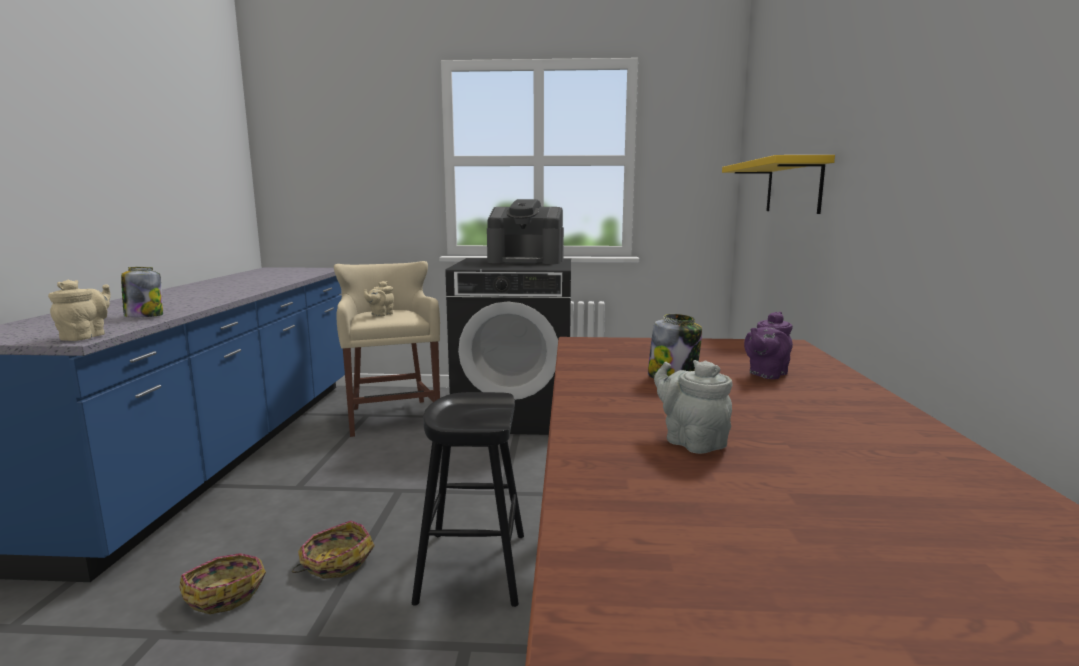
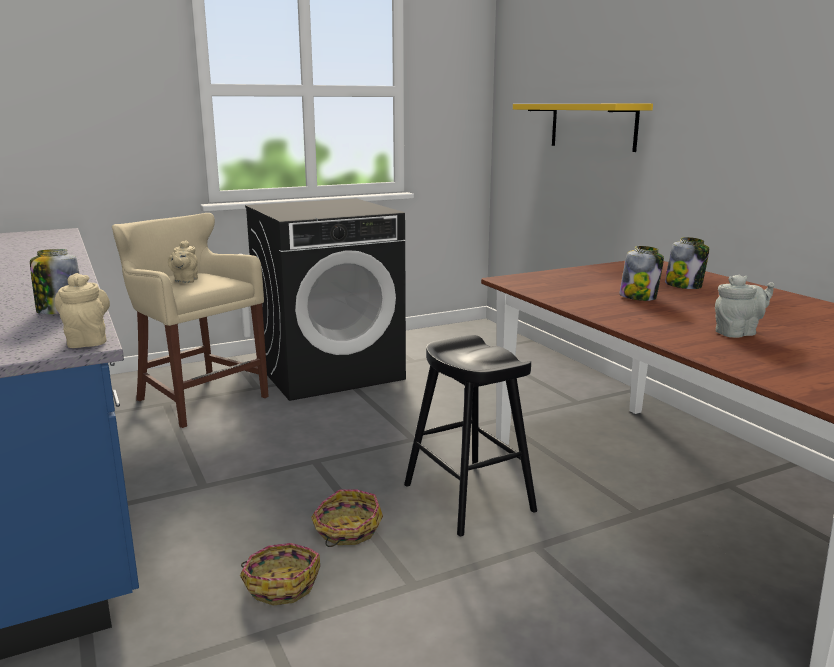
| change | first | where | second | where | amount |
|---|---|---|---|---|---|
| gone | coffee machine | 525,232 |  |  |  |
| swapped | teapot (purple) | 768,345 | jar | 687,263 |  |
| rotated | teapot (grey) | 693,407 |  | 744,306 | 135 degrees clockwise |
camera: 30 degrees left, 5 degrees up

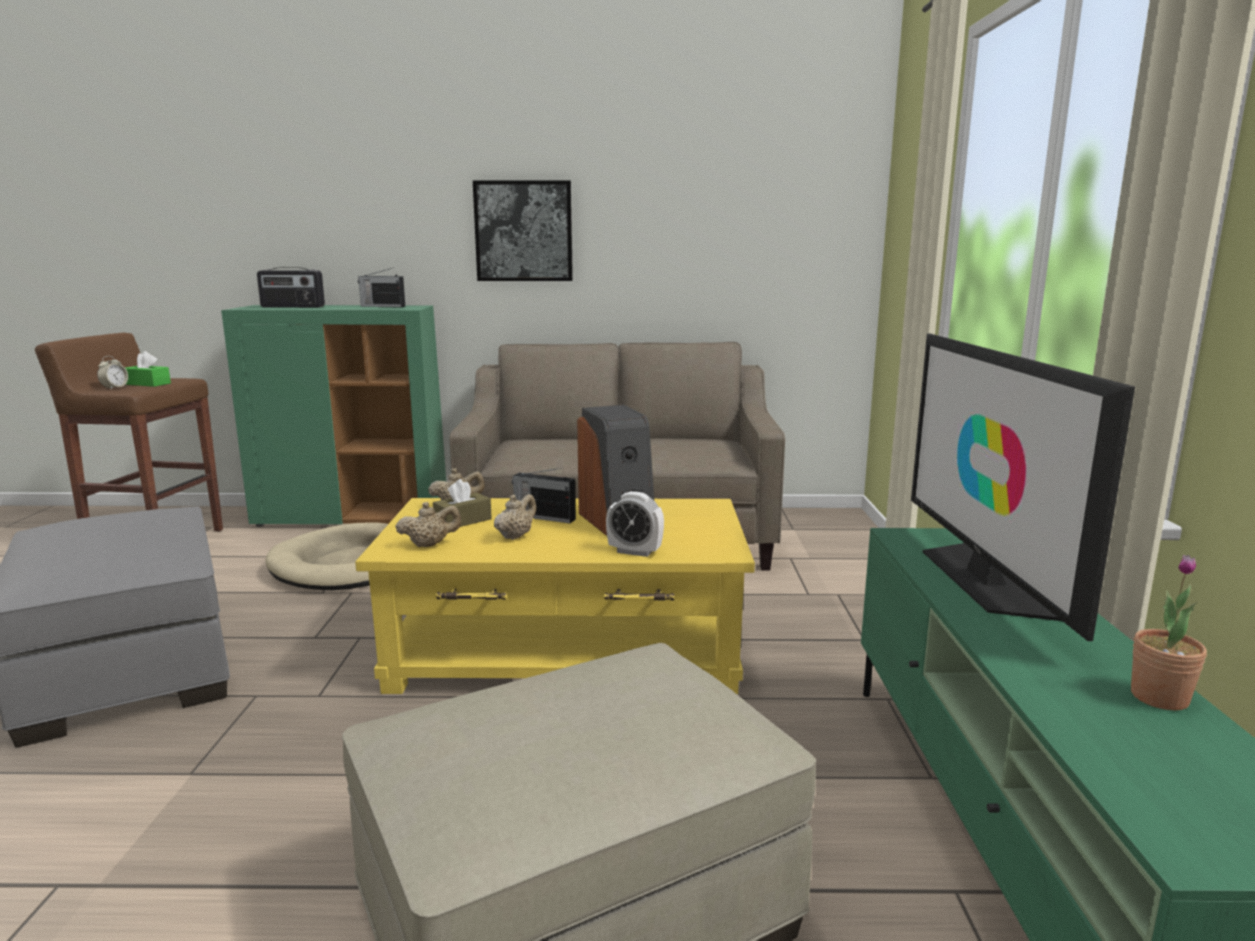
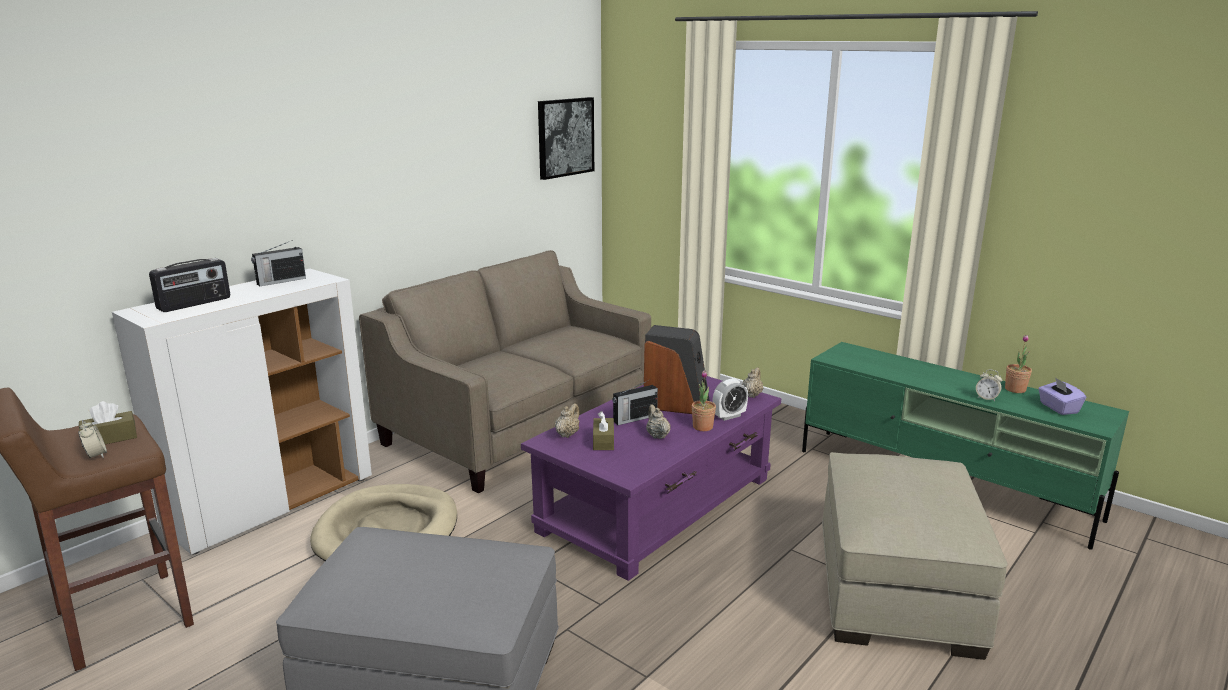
| change | first | where | second | where | amount |
|---|---|---|---|---|---|
| gone | television | 1023,487 |  |  |  |
| new |  |  | potted plant | 704,400 |  |
| new |  |  | alarm clock | 989,385 |  |
| new |  |  | tissue box (purple) | 1062,396 |  |
| shifted | teapot (beige) | 428,524 |  | 752,382 |  |
| shifted | picture | 523,231 |  | 566,138 |  |
| repainted | tissue box (green) | 148,369 | tissue box (brown) | 108,425 |  |
| repainted | cabinet (green) | 333,416 | cabinet (white) | 242,412 |  |
| repainted | coffee table (yellow) | 555,596 | coffee table (purple) | 651,478 |  |
camera: 50 degrees left, 5 degrees up

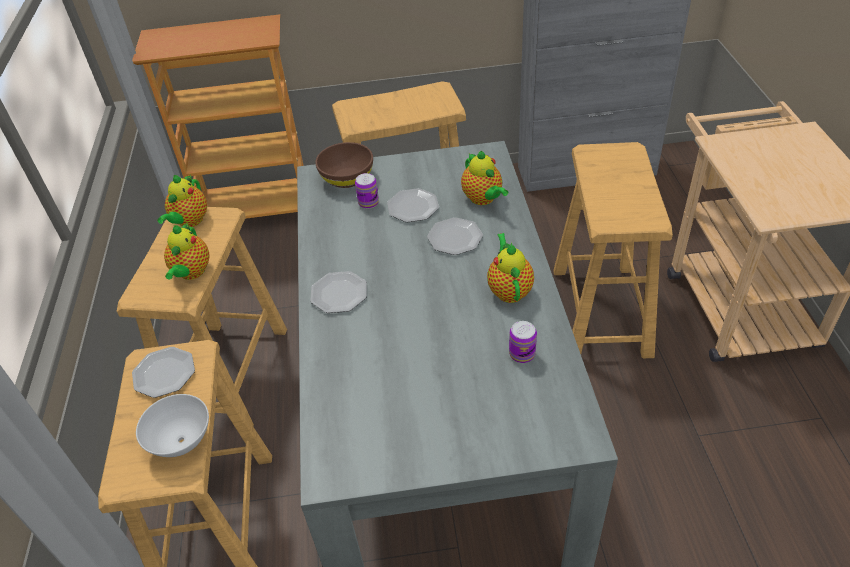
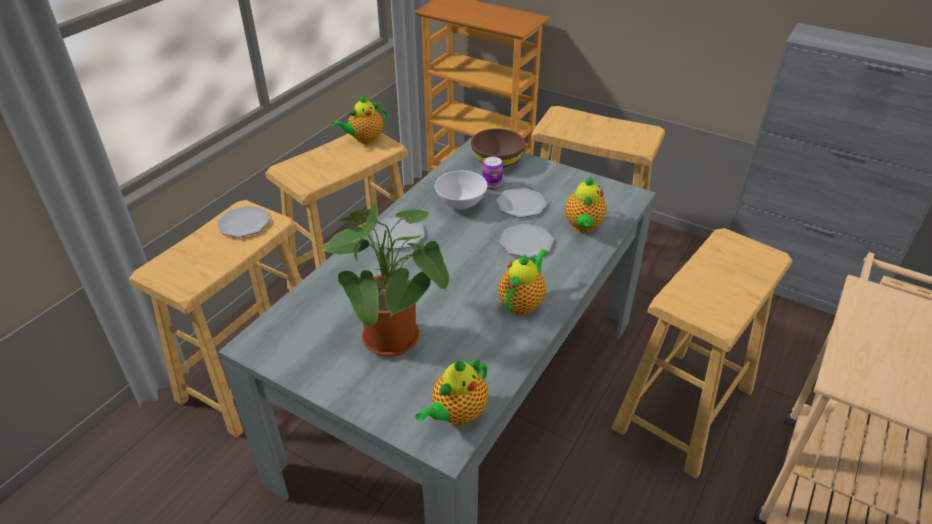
| change | first | where | second | where | amount |
|---|---|---|---|---|---|
| gone | can | 523,342 |  |  |  |
| new |  |  | potted plant | 385,280 |  |
| shifted | bowl (white) | 172,425 |  | 461,190 |  |
| shifted | teapot | 187,251 |  | 452,391 |  |
camera: 35 degrees right, 5 degrees down

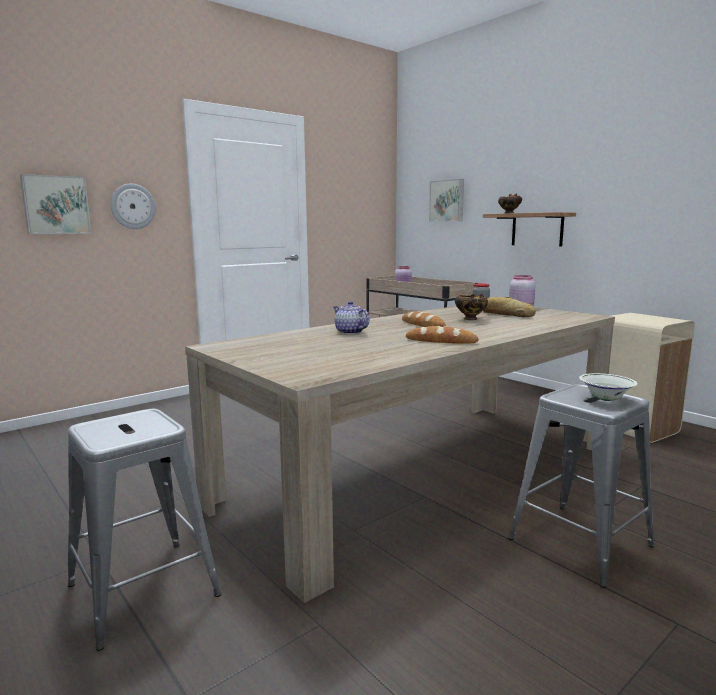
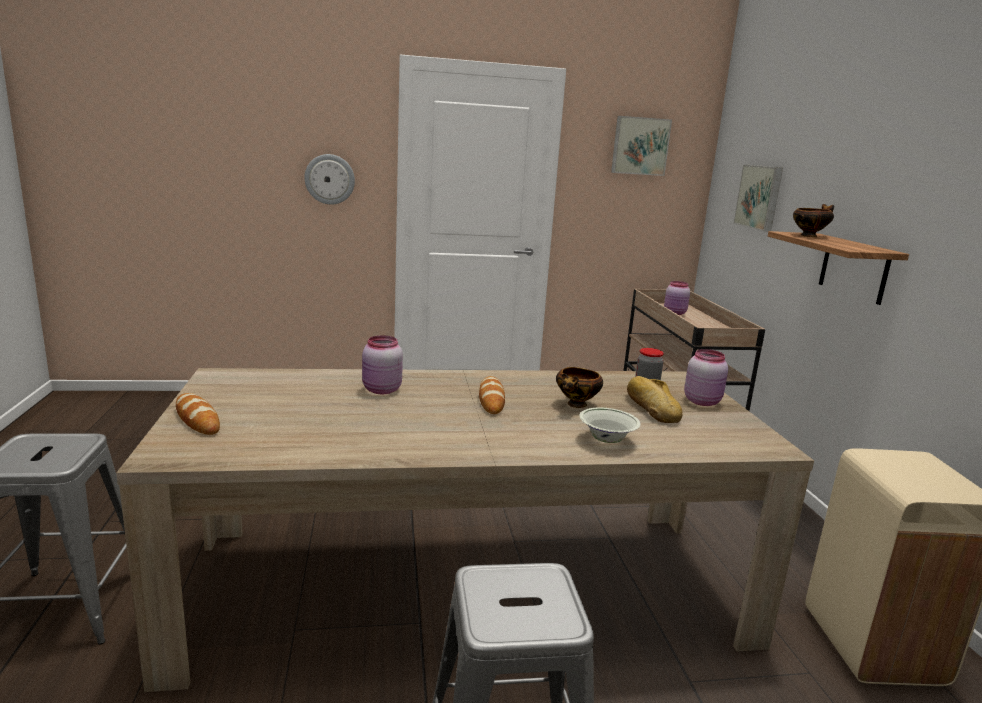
| change | first | where | second | where | amount |
|---|---|---|---|---|---|
| shifted | picture | 55,204 |  | 641,146 |  |
| shifted | bread | 442,335 |  | 198,414 |  |
| shifted | bowl (white) | 608,387 |  | 610,425 |  |
| swapped | teapot | 351,317 | jar (pink) | 382,365 |  |
camera: 30 degrees right, 5 degrees up

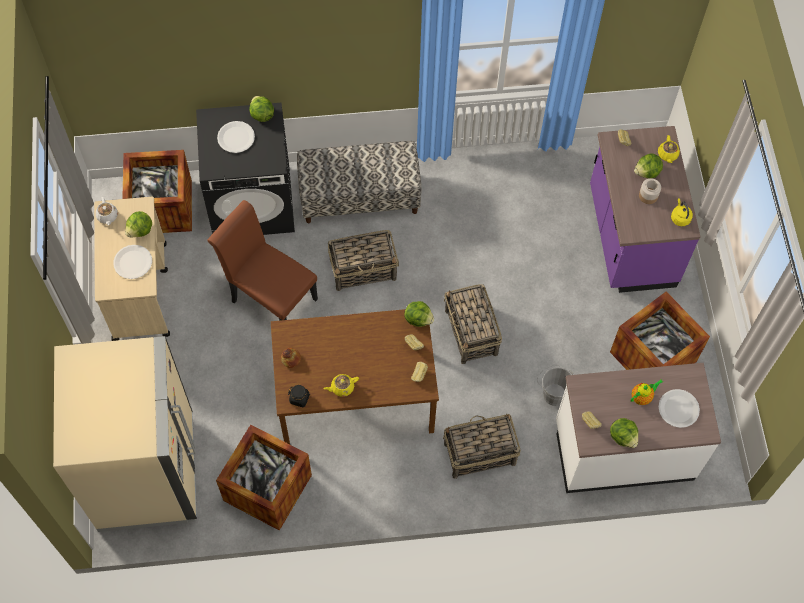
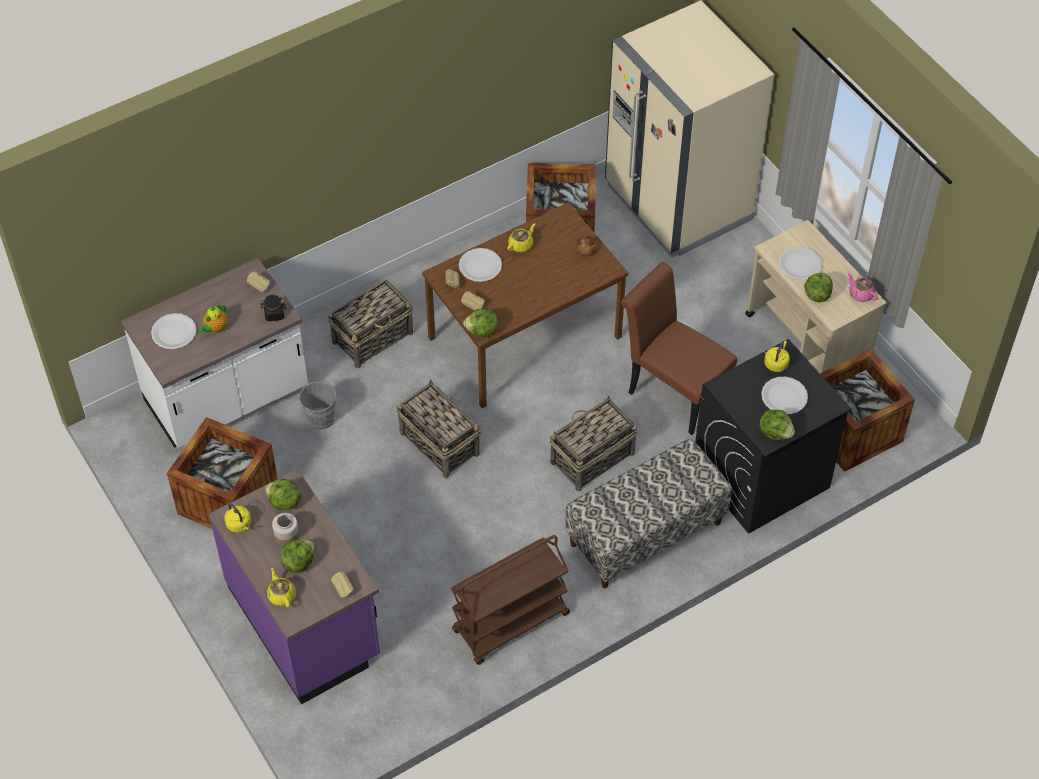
| change | first | where | second | where | amount |
|---|---|---|---|---|---|
| new |  |  | cart (brown) | 510,600 |  |
| new |  |  | plate (white) | 480,265 |  |
| new |  |  | kettle (yellow) | 777,356 |  |
| shifted | jar (black) | 299,396 |  | 273,308 |  |
| shifted | lettuce | 624,433 |  | 283,494 |  |
| repainted | teapot (white) | 107,211 | teapot (pink) | 862,287 |  |
| rotated | chair (brown) | 262,260 |  | 679,348 | 150 degrees counterclockwise |
camera: 155 degrees right, 10 degrees down

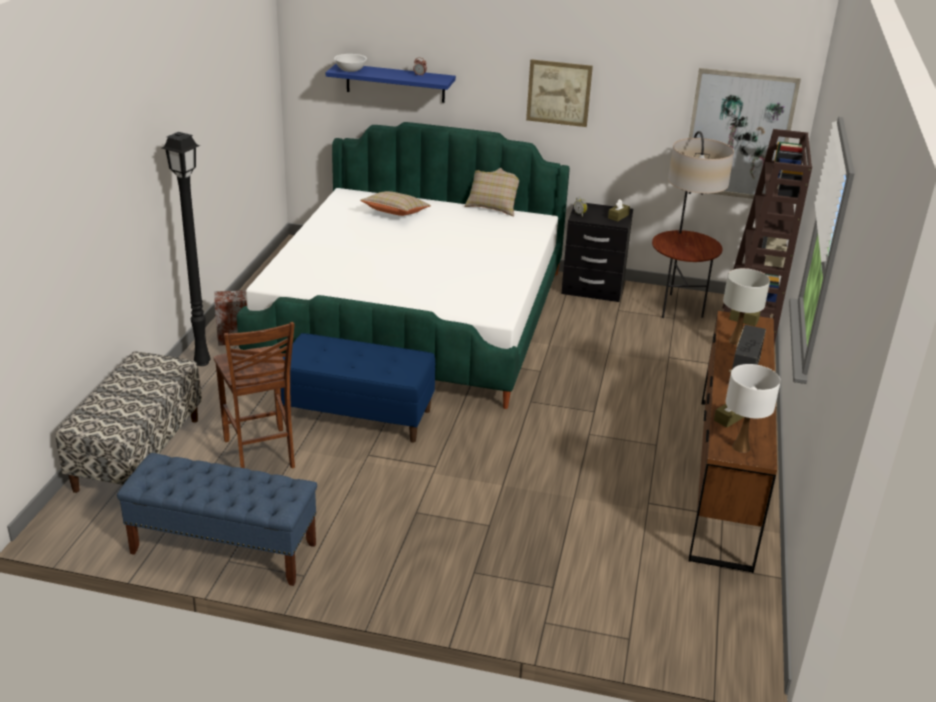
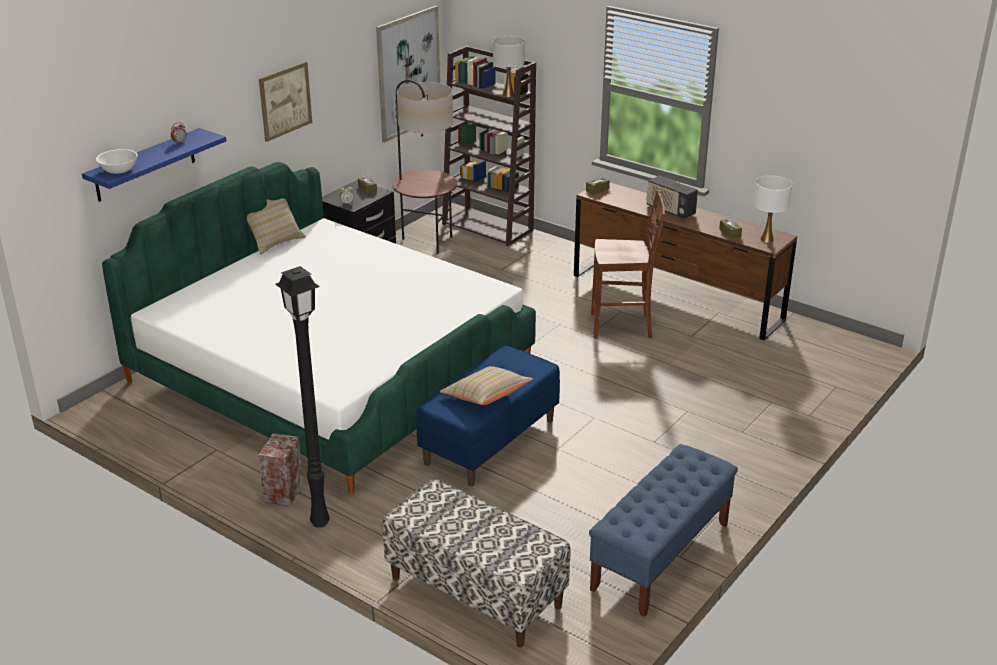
| change | first | where | second | where | amount |
|---|---|---|---|---|---|
| shifted | chair (brown) | 254,395 |  | 628,264 |  |
| shifted | pillow (beige) | 395,203 |  | 486,385 |  |
| shifted | table lamp (white) | 746,306 |  | 509,66 |  |
camera: 65 degrees left, 0 degrees up

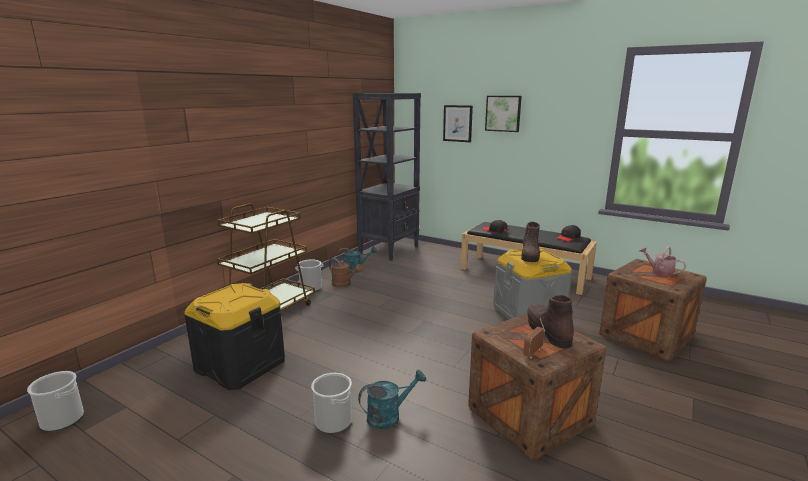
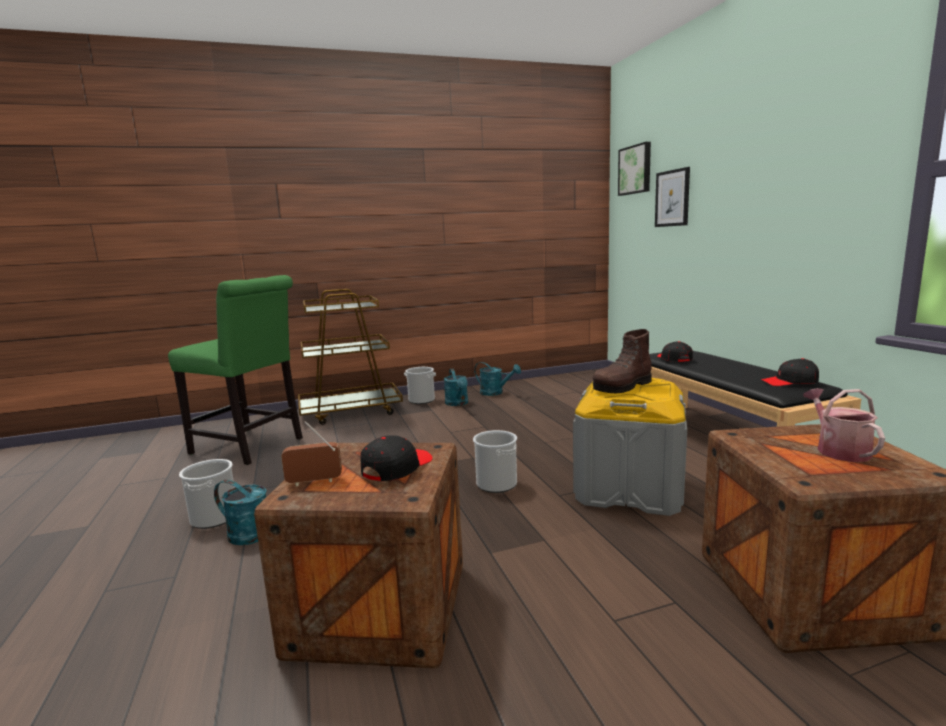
| change | first | where | second | where | amount |
|---|---|---|---|---|---|
| gone | bookcase (black) | 387,177 |  |  |  |
| shifted | bucket | 55,401 |  | 495,461 |  |
| shifted | picture | 503,114 |  | 634,169 |  |
| swapped | storage box (black) | 234,336 | chair (green) | 235,370 |  |
| swapped | boot (brown) | 550,321 | cap (black) | 396,458 |  |
| repainted | watering can (brown) | 346,272 | watering can (turquoise) | 456,387 |  |
camera: 40 degrees right, 5 degrees down

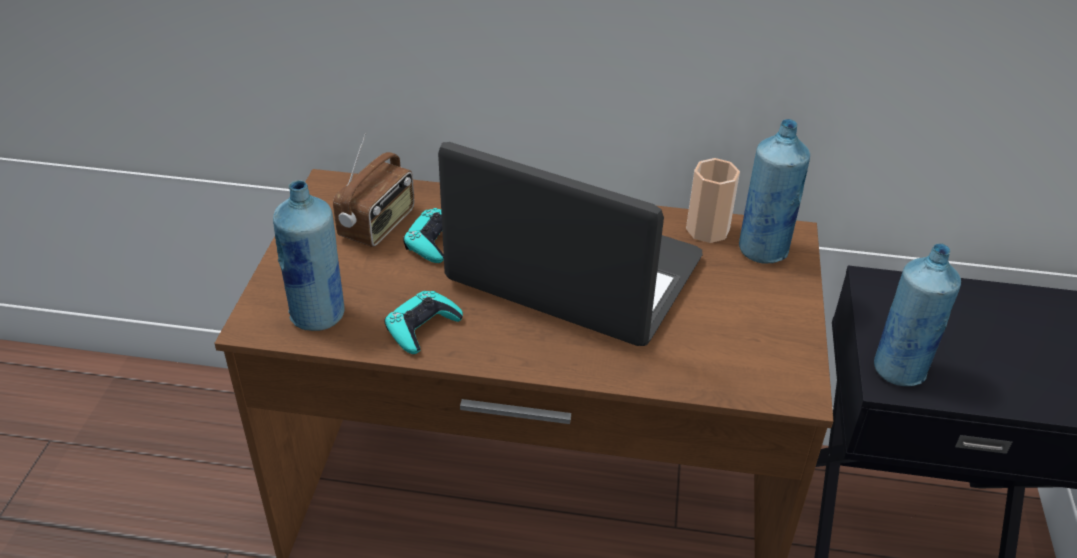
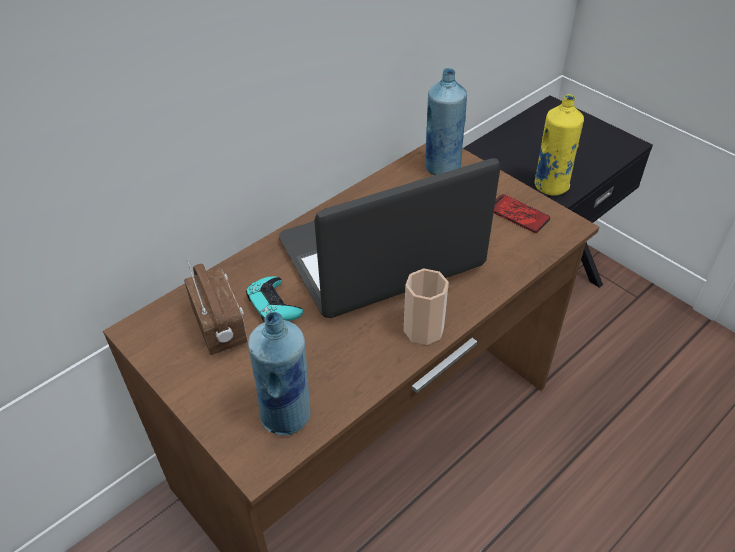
| change | first | where | second | where | amount |
|---|---|---|---|---|---|
| gone | game controller (turquoise) | 423,322 |  |  |  |
| new |  |  | phone | 522,213 |  |
| shifted | cup | 713,200 |  | 426,307 |  |
| repainted | bottle (blue) | 917,314 | bottle (yellow) | 559,145 |  |
camera: 50 degrees left, 5 degrees up

